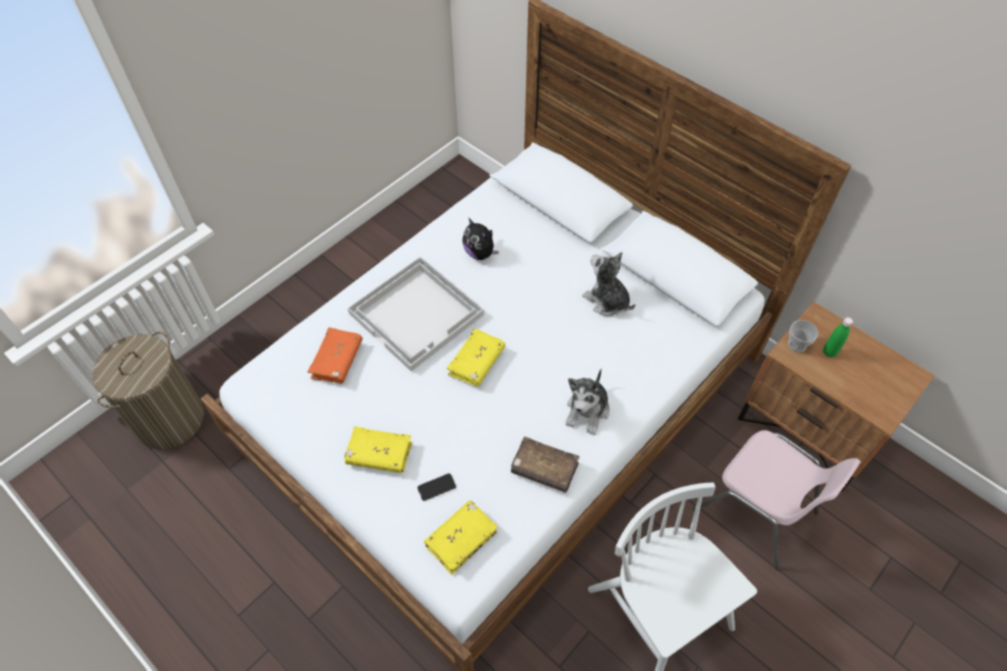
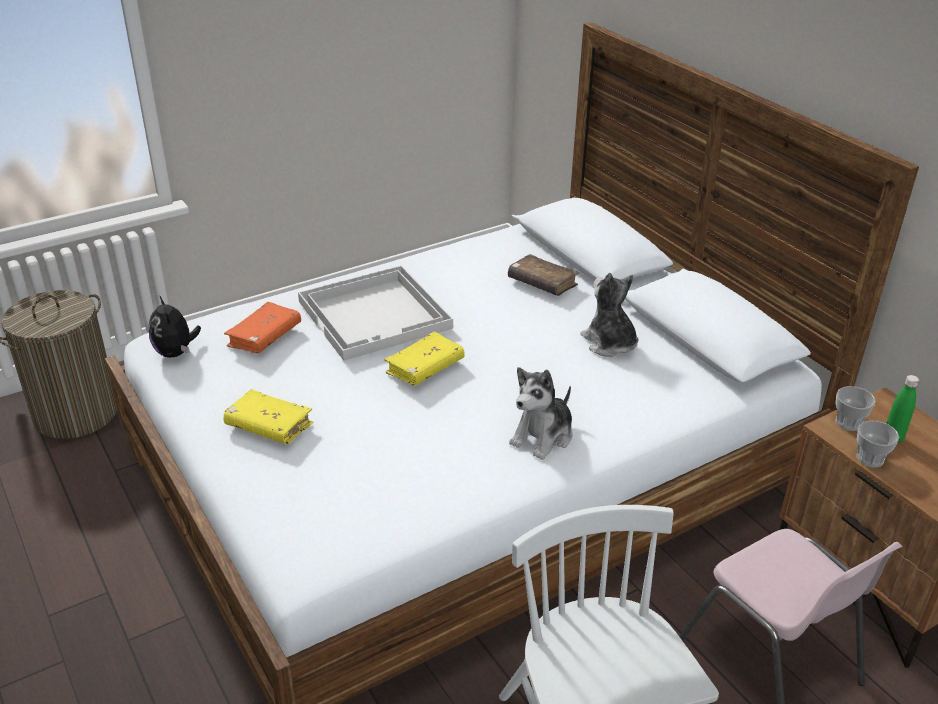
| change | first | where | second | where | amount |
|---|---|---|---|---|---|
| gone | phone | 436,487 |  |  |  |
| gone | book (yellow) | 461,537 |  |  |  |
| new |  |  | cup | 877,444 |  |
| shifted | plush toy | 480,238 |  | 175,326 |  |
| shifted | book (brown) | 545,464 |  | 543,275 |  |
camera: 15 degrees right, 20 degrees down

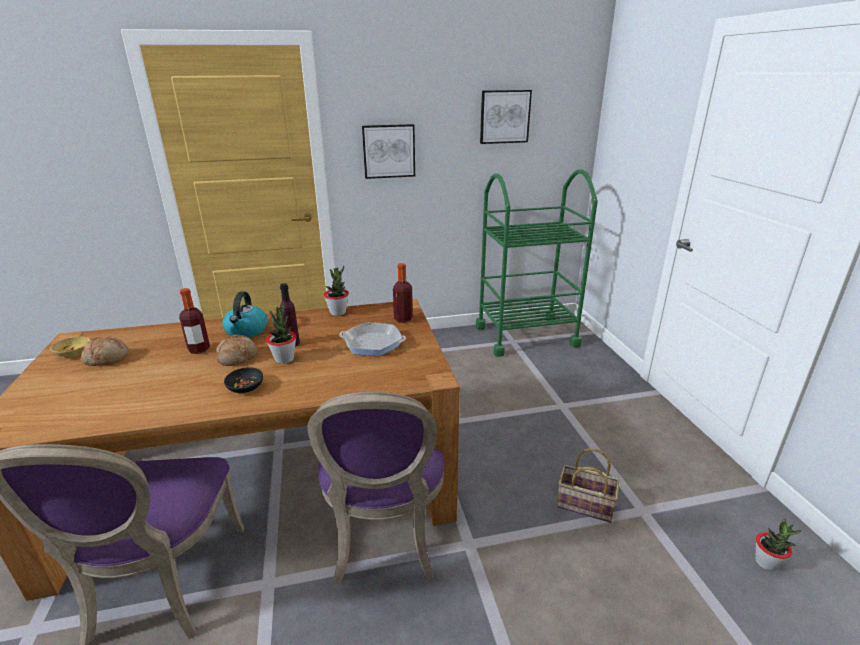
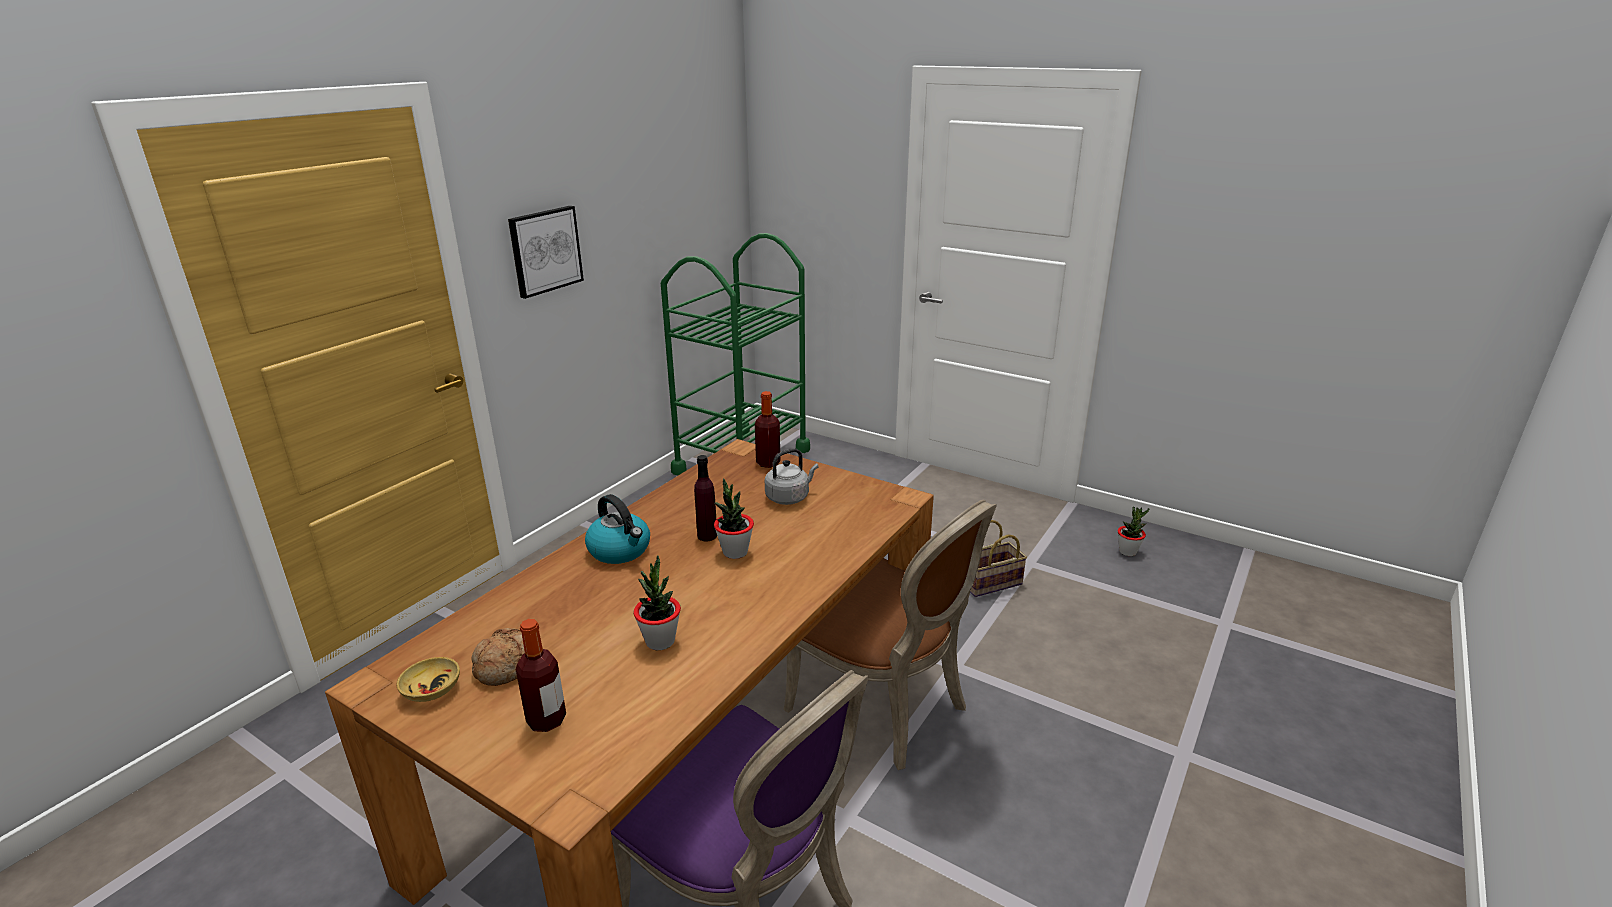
| change | first | where | second | where | amount |
|---|---|---|---|---|---|
| gone | bread | 236,350 |  |  |  |
| gone | bowl (black) | 243,380 |  |  |  |
| gone | picture | 506,117 |  |  |  |
| shifted | bottle | 194,321 |  | 541,675 |  |
| shifted | potted plant | 336,291 |  | 657,602 |  |
| swapped | frying pan | 372,339 | kettle (grey) | 791,476 |  |
| repainted | chair (purple) | 375,488 | chair (brown) | 890,635 |  |
camera: 45 degrees left, 0 degrees up

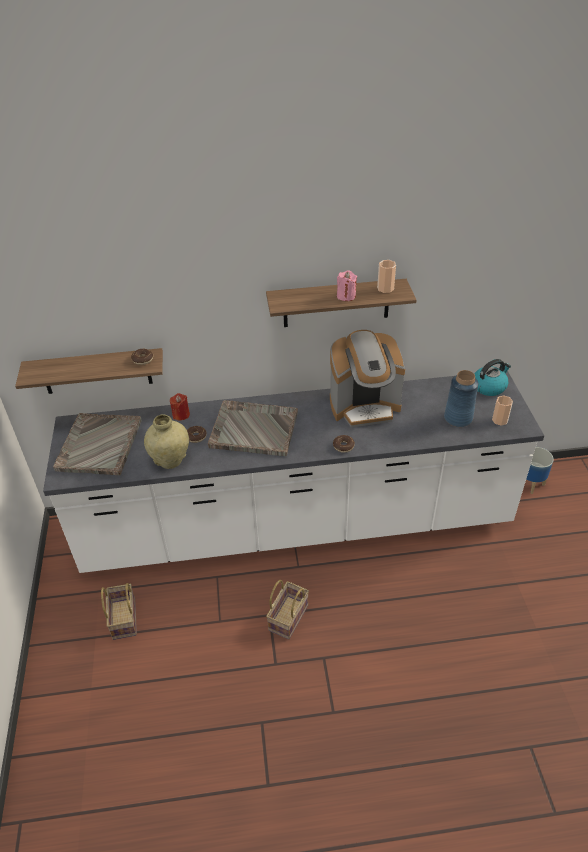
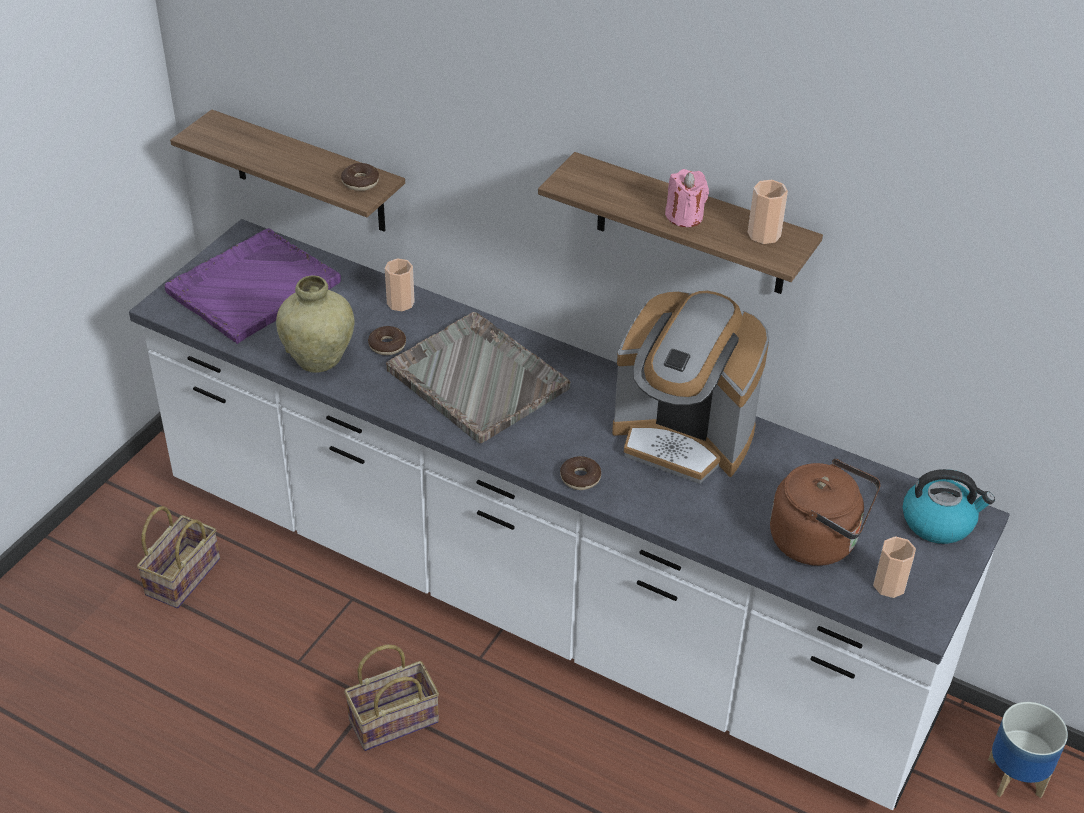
| change | first | where | second | where | amount |
|---|---|---|---|---|---|
| swapped | candle (red) | 180,407 | cup | 400,284 |  |
| swapped | vase (blue) | 461,398 | kettle (brown) | 825,512 |  |
| repainted | tray (grey) | 97,444 | tray (purple) | 253,286 |  |
camera: 35 degrees right, 0 degrees up

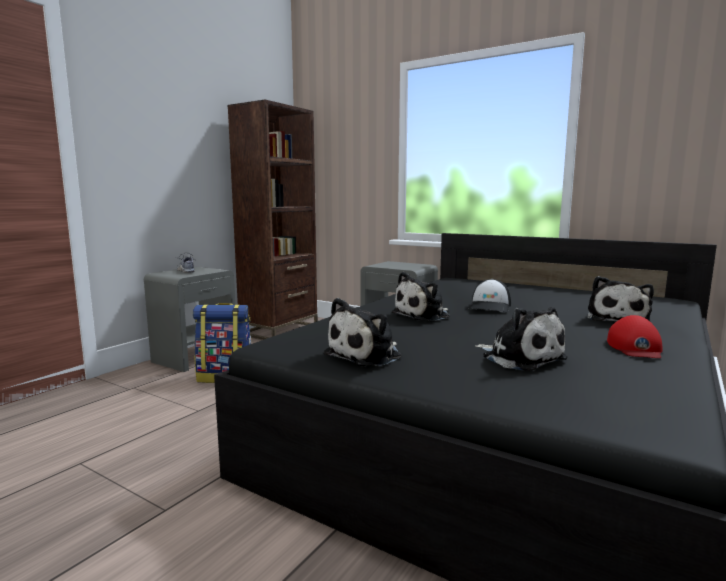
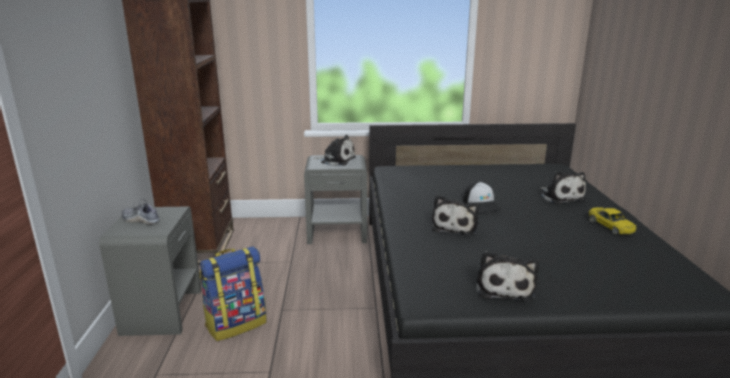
| change | first | where | second | where | amount |
|---|---|---|---|---|---|
| shifted | plush toy | 521,339 |  | 334,150 |  |
| swapped | cap (red) | 635,336 | toy car (yellow) | 612,221 |  |
camera: 35 degrees left, 10 degrees up

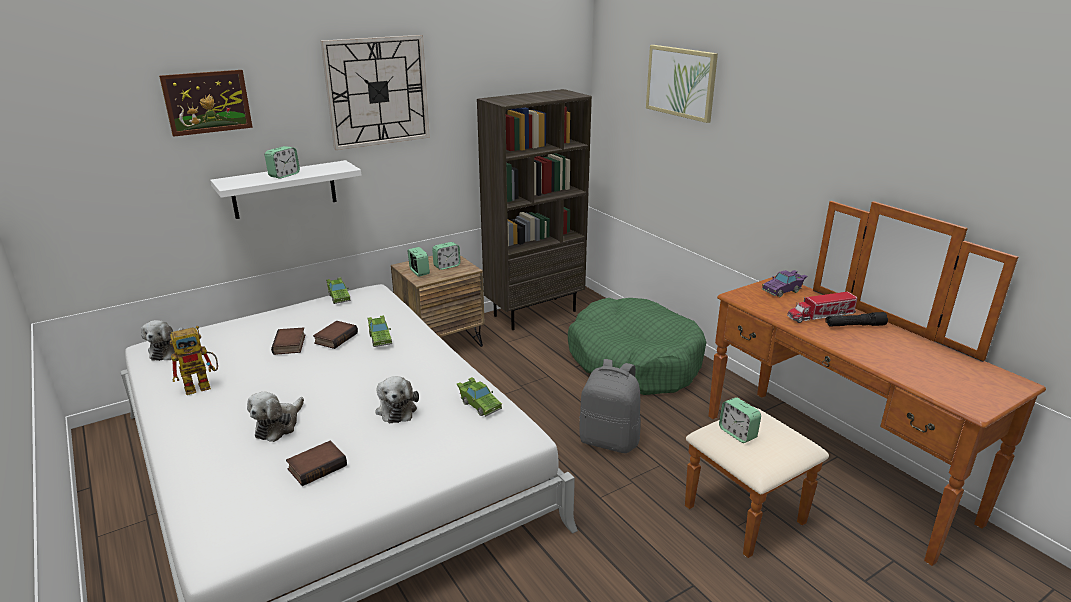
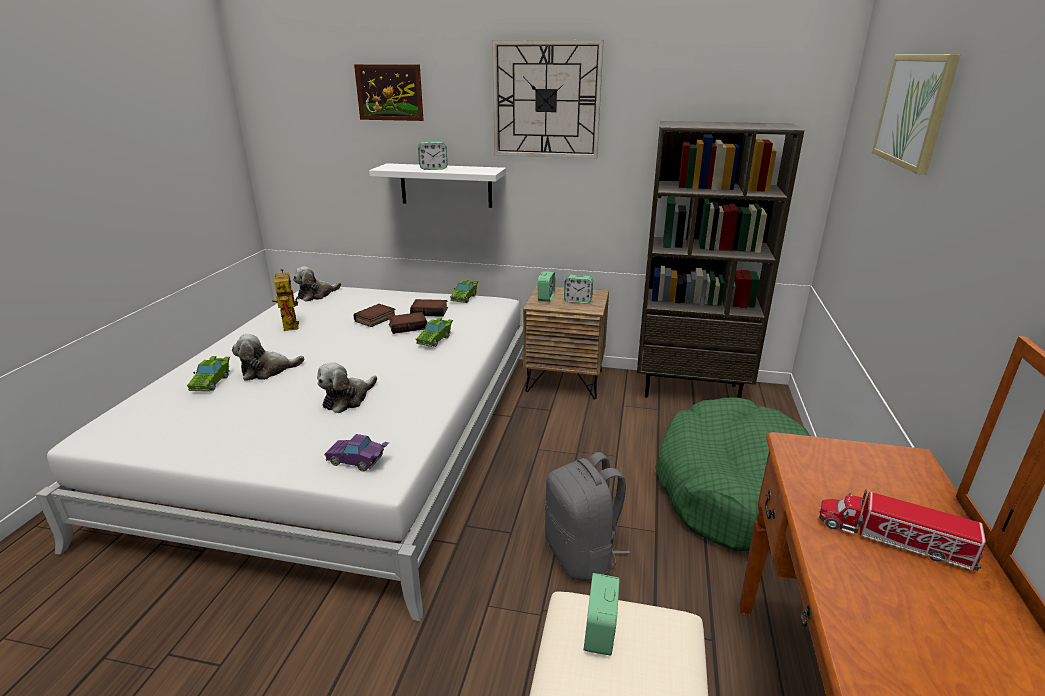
| change | first | where | second | where | amount |
|---|---|---|---|---|---|
| gone | flashlight (black) | 856,319 |  |  |  |
| shifted | book | 316,463 |  | 429,308 |  |
| shifted | toy car (green) | 479,397 |  | 208,374 |  |
| shifted | toy car (purple) | 785,283 |  | 356,453 |  |
| rotated | toy robot | 194,360 |  | 285,300 | 120 degrees counterclockwise |
camera: 45 degrees right, 0 degrees up

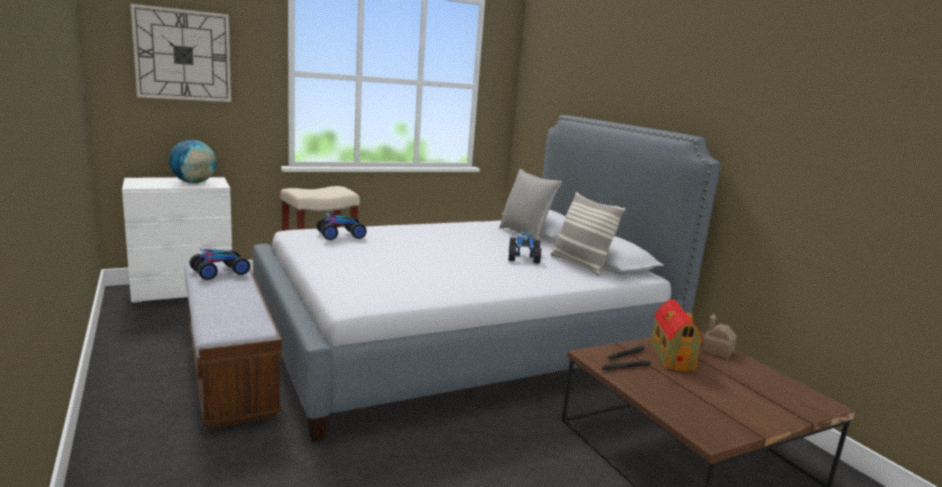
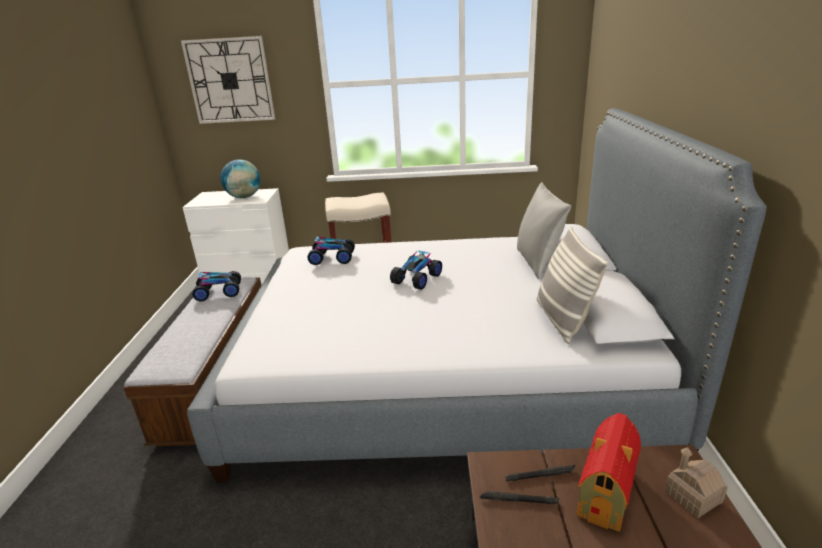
| change | first | where | second | where | amount |
|---|---|---|---|---|---|
| shifted | toy car | 524,248 |  | 416,270 |  |
camera: 30 degrees right, 10 degrees up

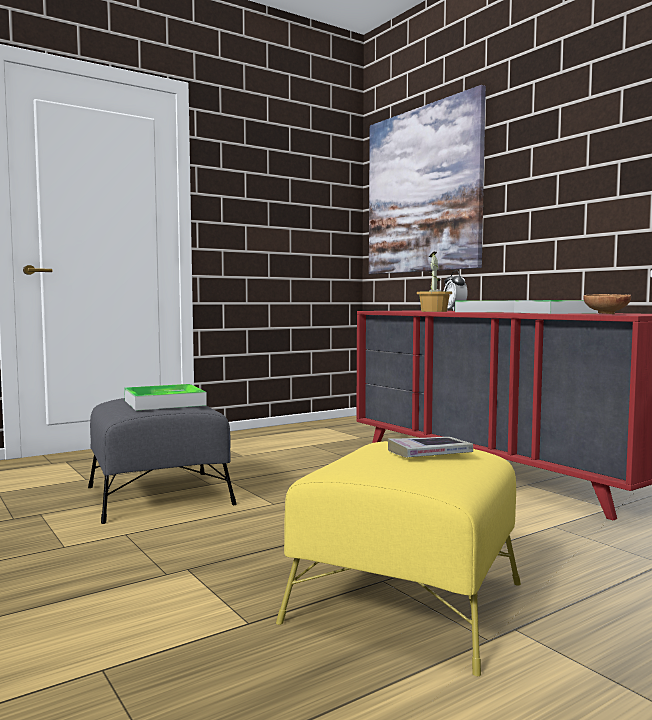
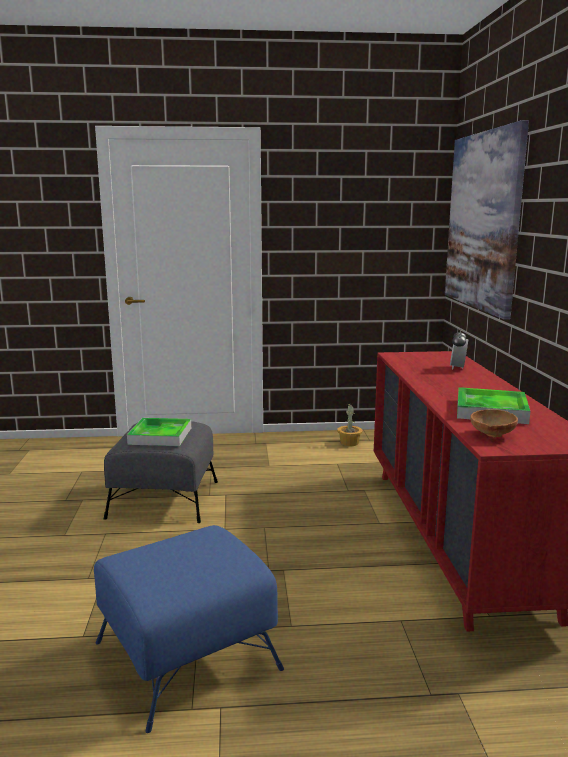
| change | first | where | second | where | amount |
|---|---|---|---|---|---|
| gone | book | 430,447 |  |  |  |
| gone | tray | 484,306 |  |  |  |
| shifted | potted plant | 434,282 |  | 350,424 |  |
| repainted | ottoman (yellow) | 398,558 | ottoman (blue) | 189,629 |  |
camera: 30 degrees right, 10 degrees up

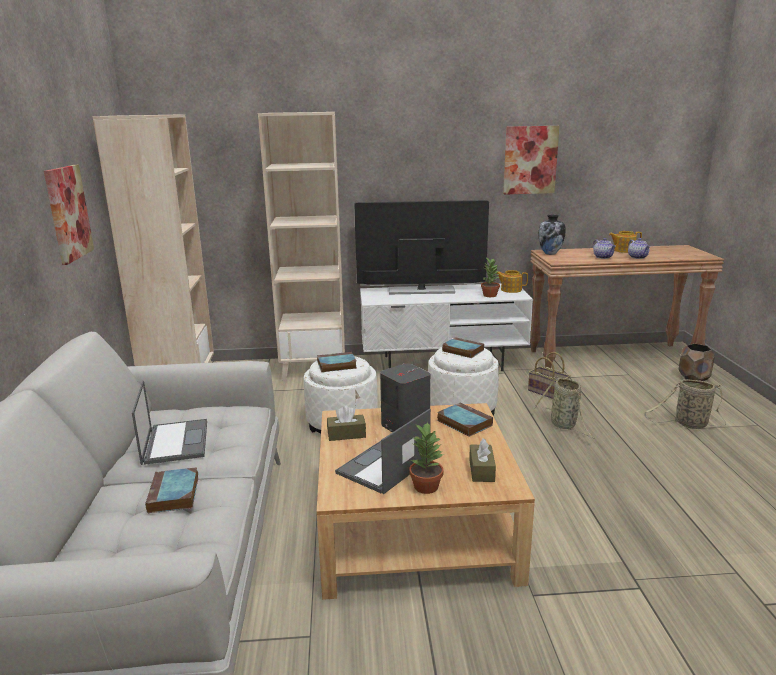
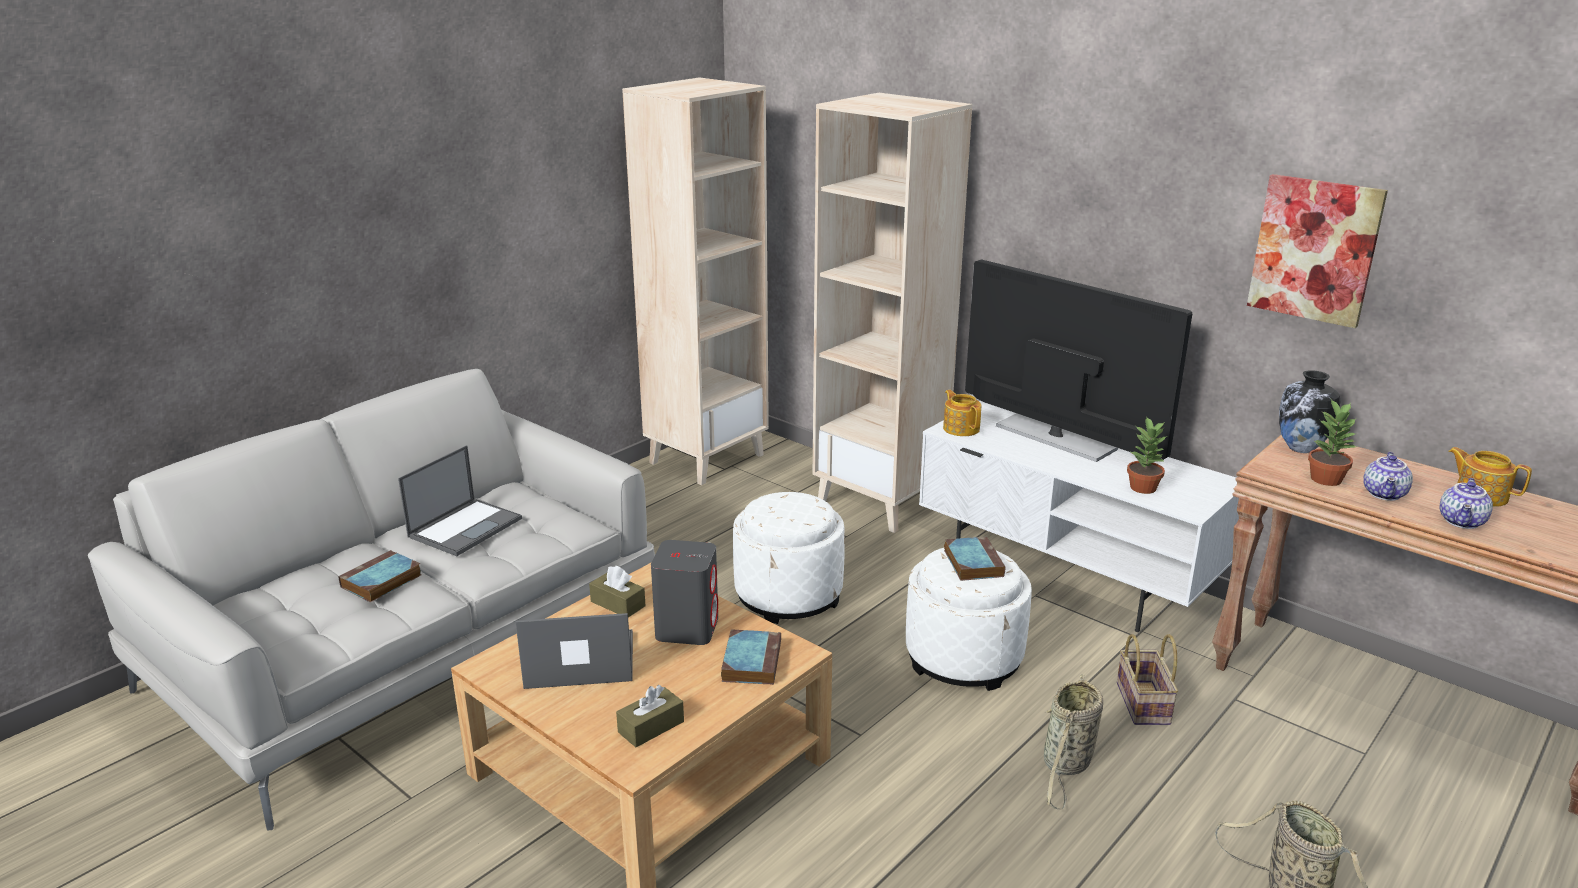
| change | first | where | second | where | amount |
|---|---|---|---|---|---|
| gone | picture | 69,215 |  |  |  |
| gone | book | 337,362 |  |  |  |
| gone | planter (brown) | 697,362 |  |  |  |
| shifted | potted plant | 426,458 |  | 1332,442 |  |
| shifted | teapot | 512,281 |  | 962,413 |  |
camera: 45 degrees right, 5 degrees up

